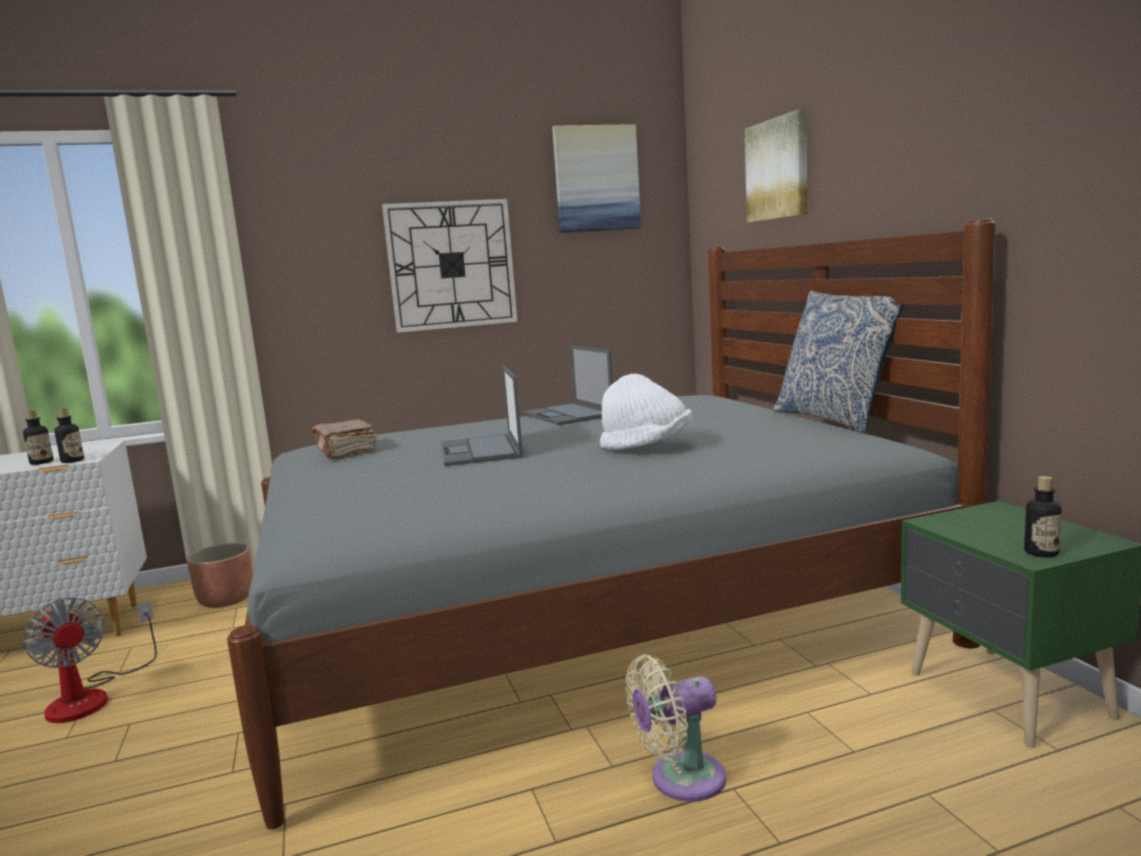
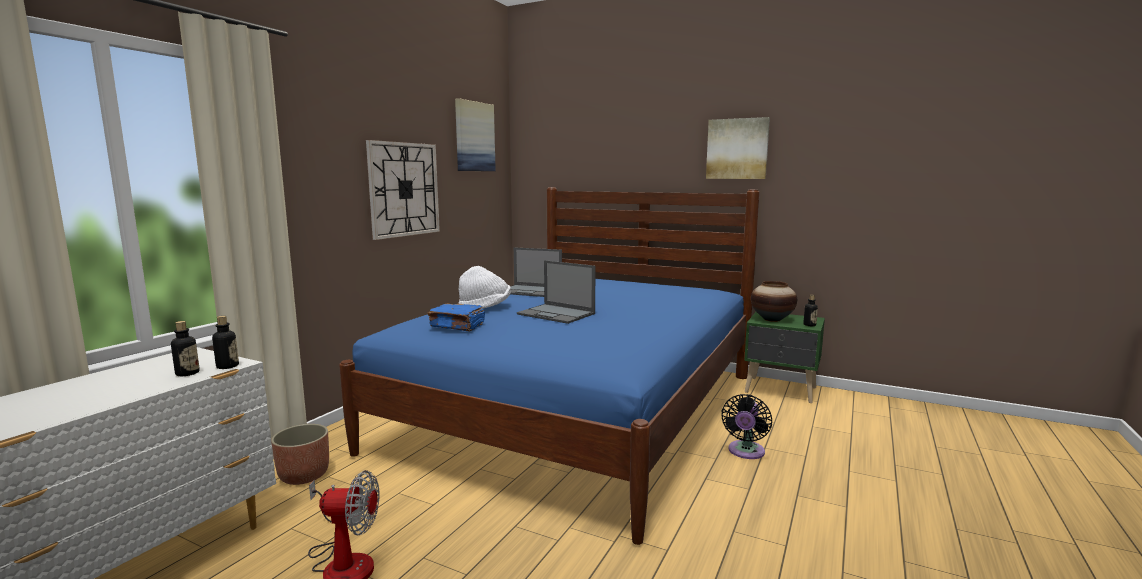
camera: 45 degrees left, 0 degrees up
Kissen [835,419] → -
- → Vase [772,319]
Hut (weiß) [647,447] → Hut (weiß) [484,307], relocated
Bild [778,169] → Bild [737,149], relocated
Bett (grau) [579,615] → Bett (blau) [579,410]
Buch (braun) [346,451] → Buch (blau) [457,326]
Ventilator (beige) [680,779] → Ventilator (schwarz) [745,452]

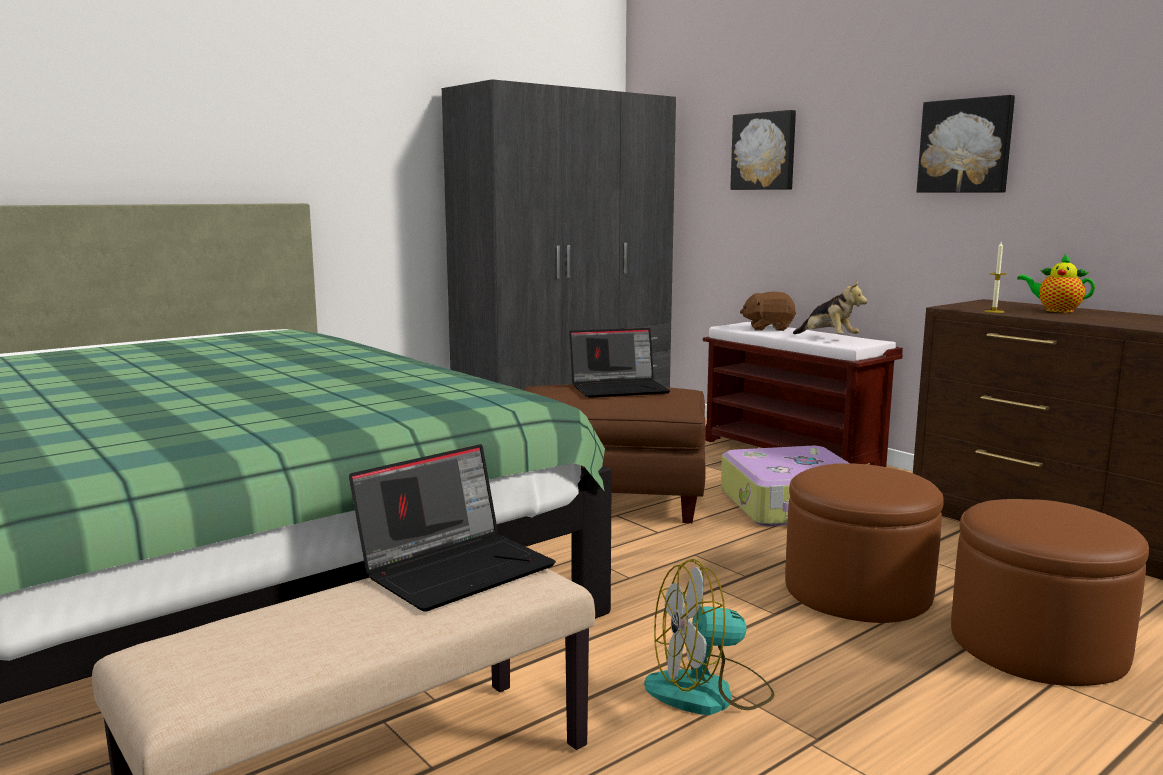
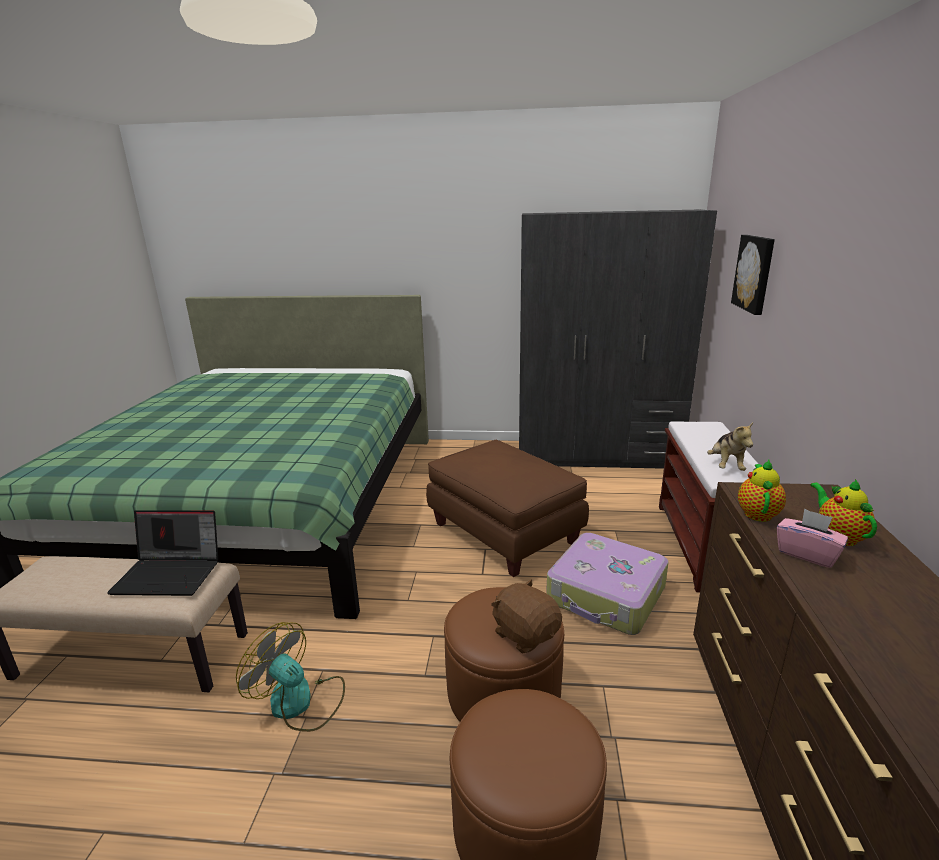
camera: 45 degrees right, 10 degrees up
Laptop [620,389] → -
Bild [966,146] → -
- → Taschentuchbox (rosa) [807,554]
Plüschtier (braun) [768,328] → Plüschtier (braun) [525,633], relocated
Kerze [994,311] → Teekanne [757,513]

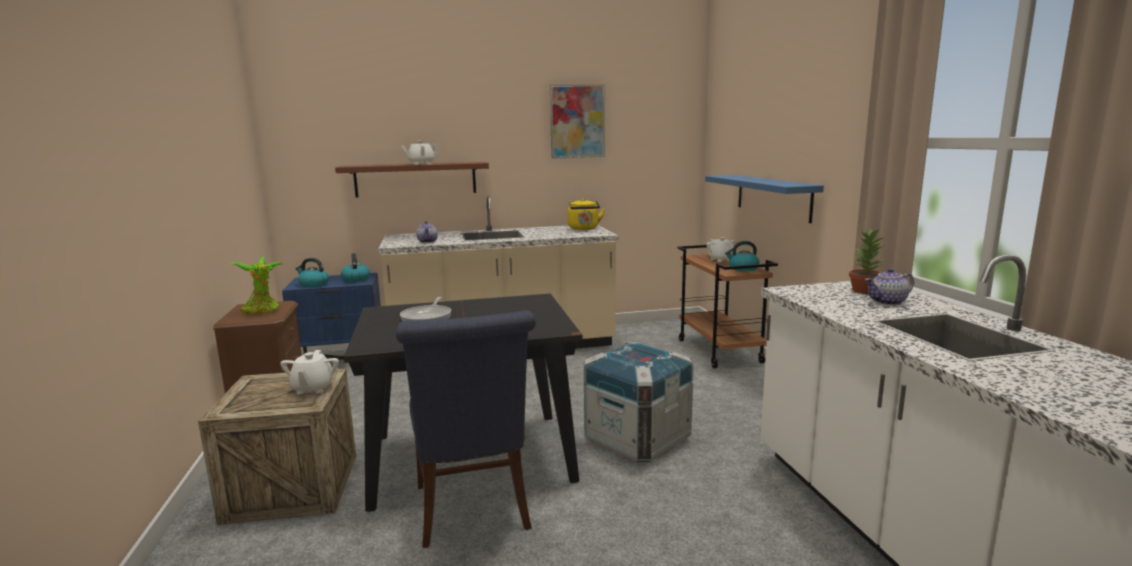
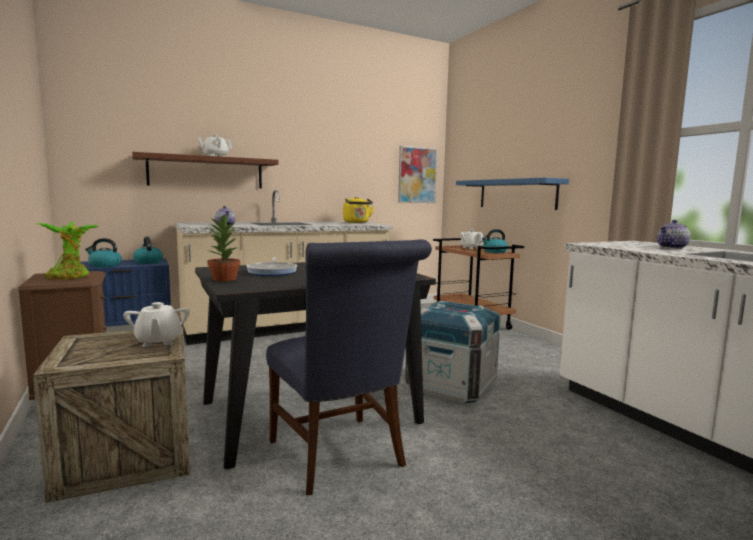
camera: 15 degrees left, 5 degrees down
Bild [577,121] → Bild [417,175], relocated
Topfpflanze [864,291] → Topfpflanze [223,279], relocated

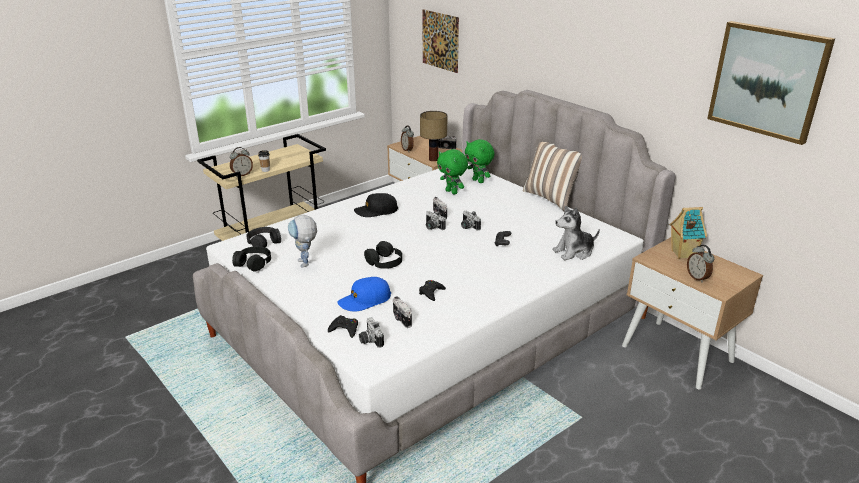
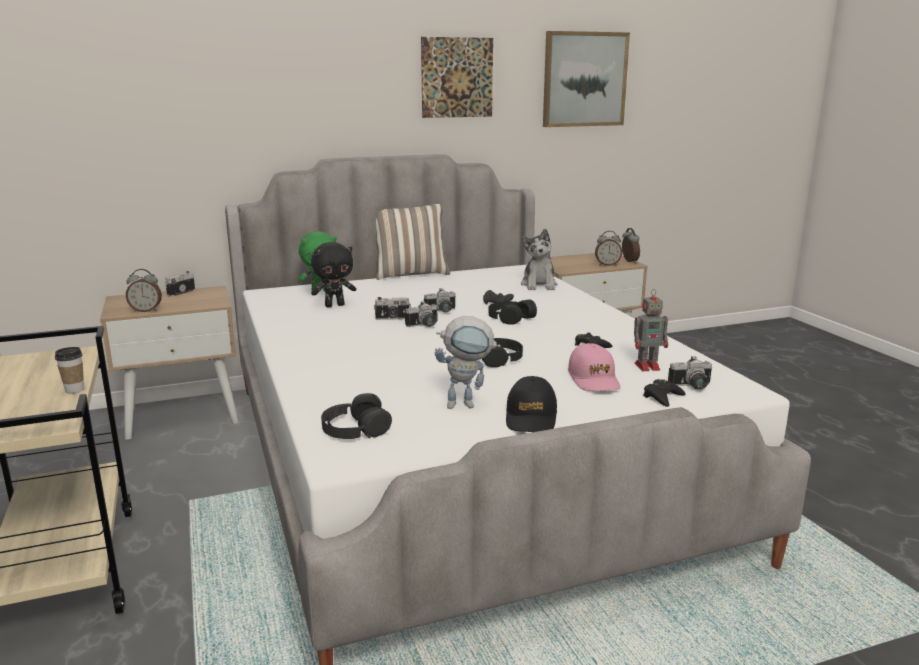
camera: 70 degrees left, 10 degrees down
Tischlampe [433,159] → -
Spielzeughaus [682,254] → -
Wecker [242,174] → Wecker [629,261], relocated
Kopfhörer (schwarz) [253,263] → Kopfhörer (schwarz) [510,318], relocated
Kappe (schwarz) [376,211] → Kappe (schwarz) [531,417], relocated
Bild [440,40] → Bild [457,77], relocated
Kamera [401,319] → Spielzeugroboter [648,366]
Kappe (blau) [365,300] → Kappe (rosa) [594,379]
Plüschtier (grün) [452,192] → Plüschtier (schwarz) [335,305]

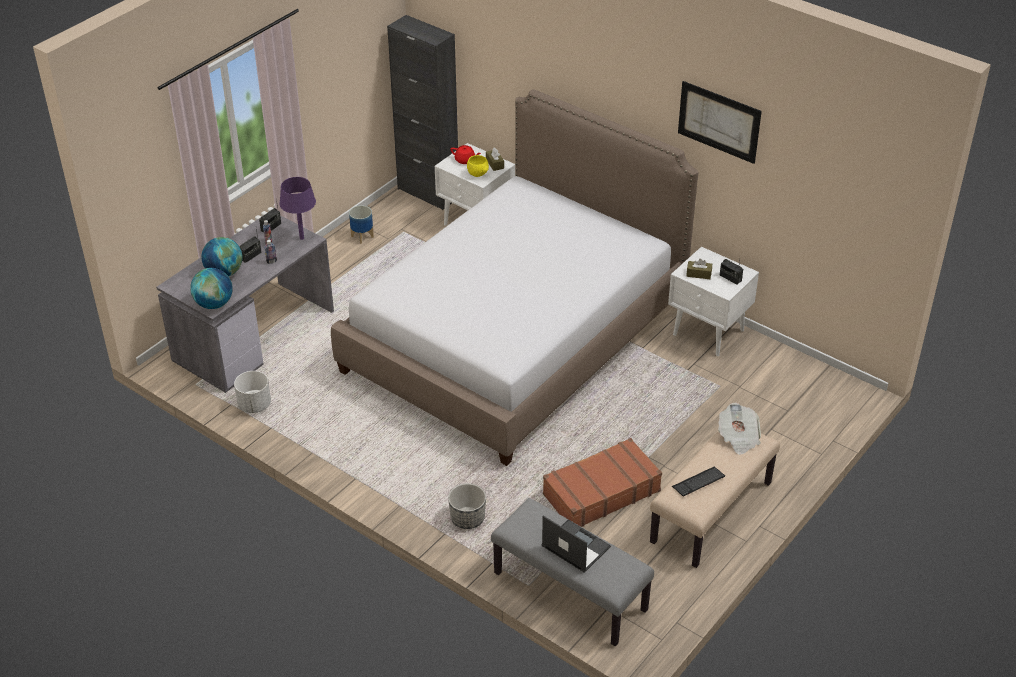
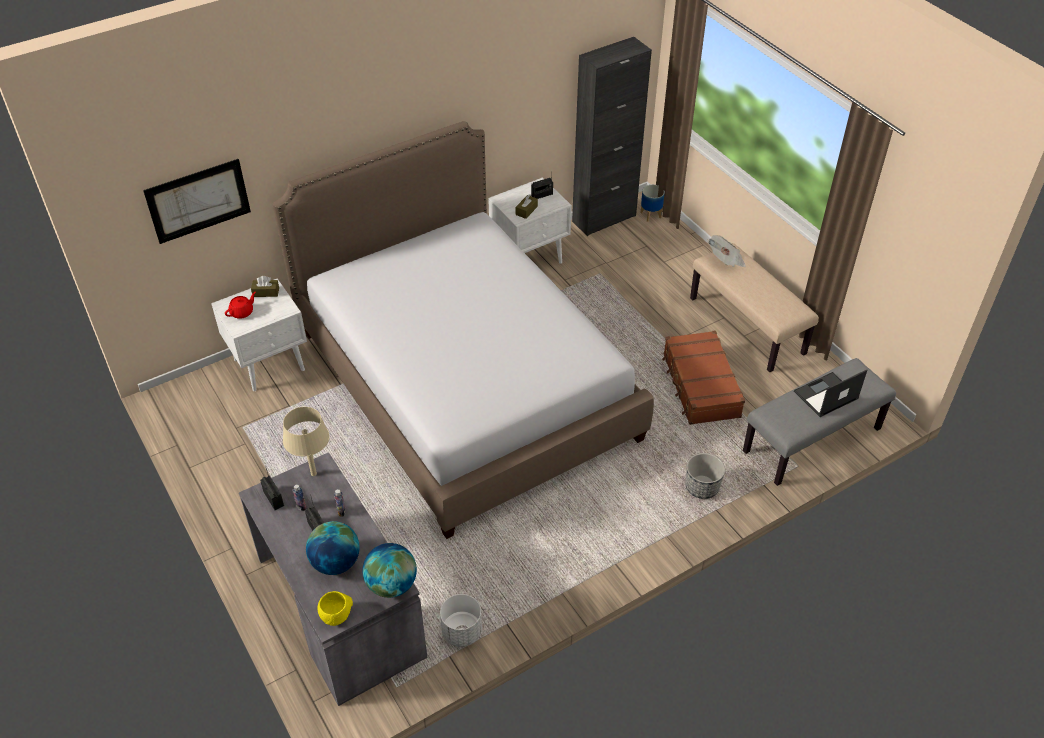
camera: 70 degrees left, 5 degrees up
Tastatur [698,482] → -
Pflanzkübel [362,237] → Pflanzkübel [651,215], relocated
Schrank (schwarz) [428,193] → Schrank (schwarz) [604,218], relocated
Schüssel (gelb) [478,175] → Schüssel (gelb) [336,617], relocated
Bild [719,121] → Bild [198,201], relocated
Tischlampe (lila) [302,238] → Tischlampe (beige) [313,473]

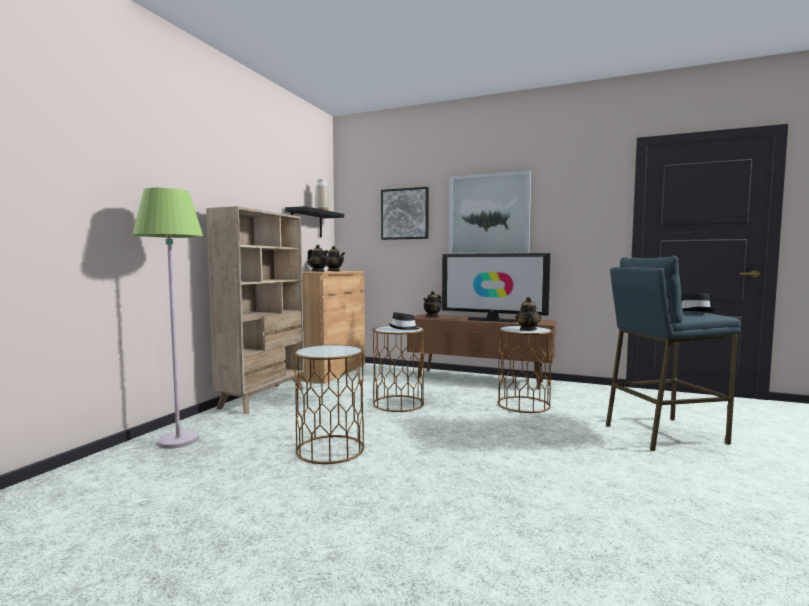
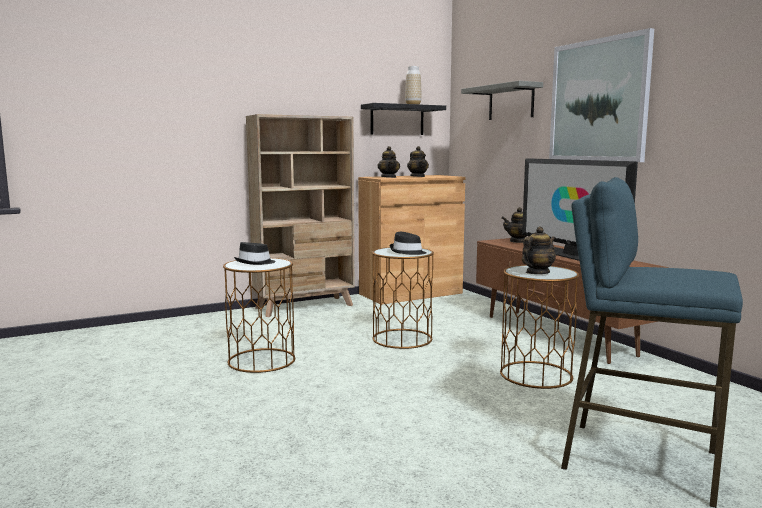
camera: 40 degrees right, 5 degrees up
Stehlampe (grün) [178,440] → -
Hut (schwarz) [693,312] → Hut (schwarz) [255,263], relocated
Bild [405,214] → Wandregal (grau) [511,102]

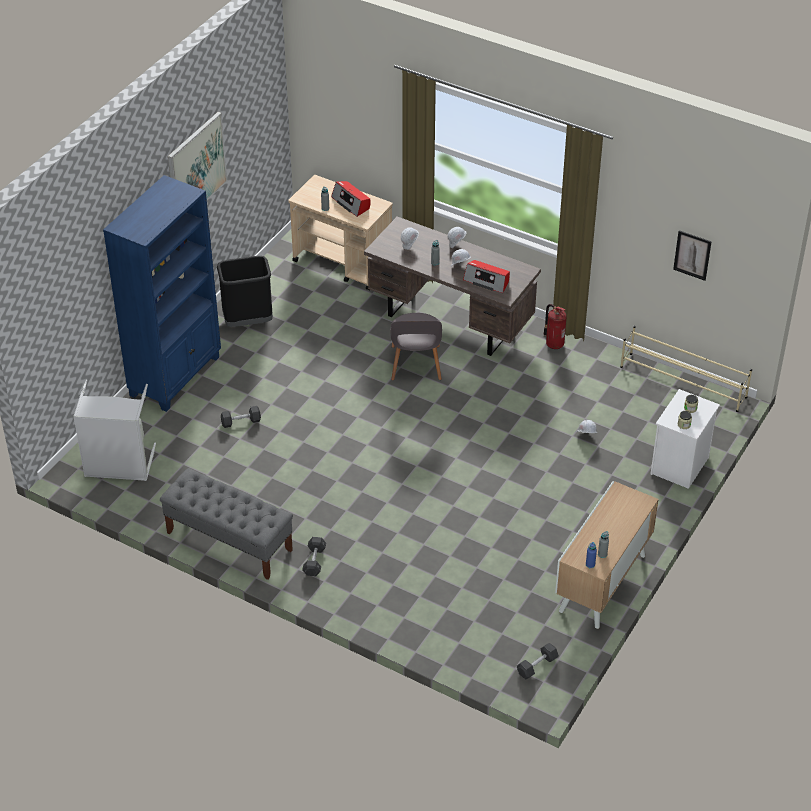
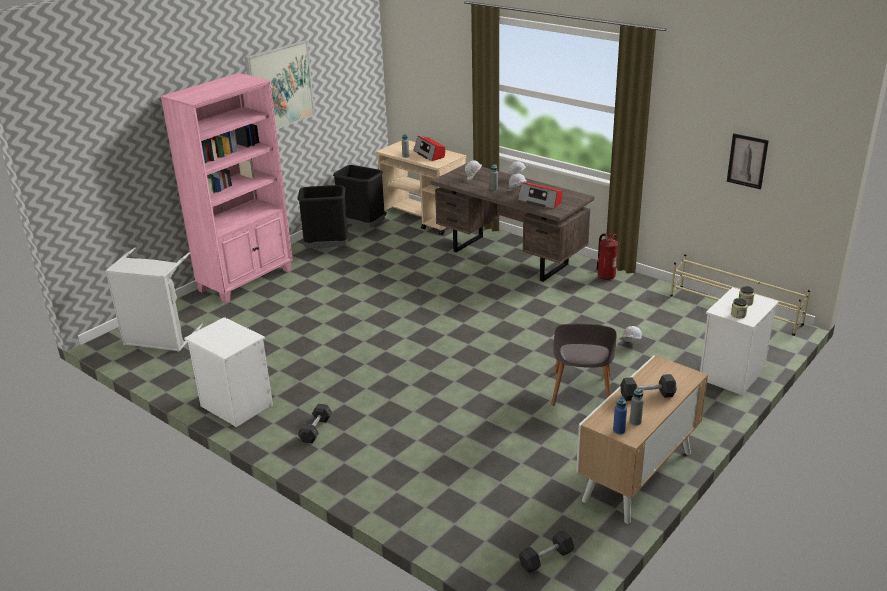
camera: 10 degrees right, 15 degrees down
- → Mülleimer (schwarz) [362,227]
Hantel (grau) [241,422] → Hantel (grau) [647,395], relocated
Stuhl (grau) [415,365] → Stuhl (grau) [581,392], relocated
Bank (grau) [229,541] → Nachttisch (weiß) [234,405]
Bücherregal (blau) [176,376] → Bücherregal (rosa) [247,280]

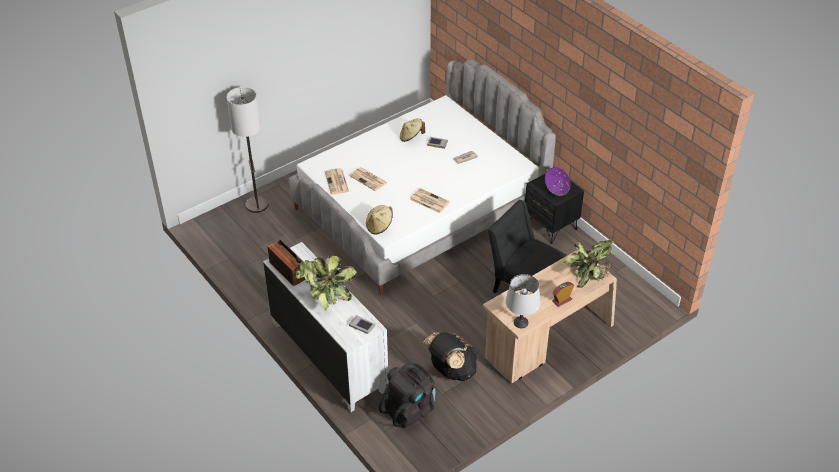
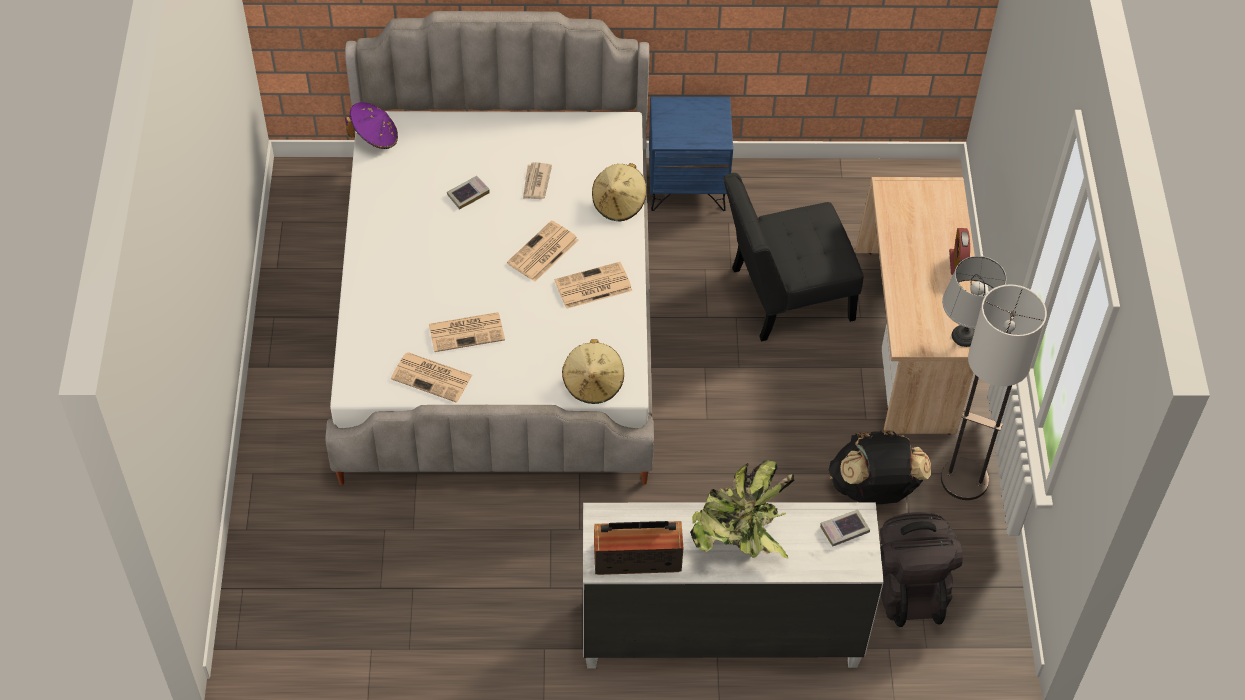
camera: 55 degrees left, 10 degrees up
Topfpflanze [589,273] → -
- → Zeitung [542,252]
Stehlampe [257,205] → Stehlampe [964,480], relocated
Hut (beige) [411,137] → Hut (beige) [619,204], relocated
Hut (lila) [556,188] → Hut (lila) [375,137], relocated
Nachttisch (schwarz) [551,225] → Nachttisch (blau) [687,186]

